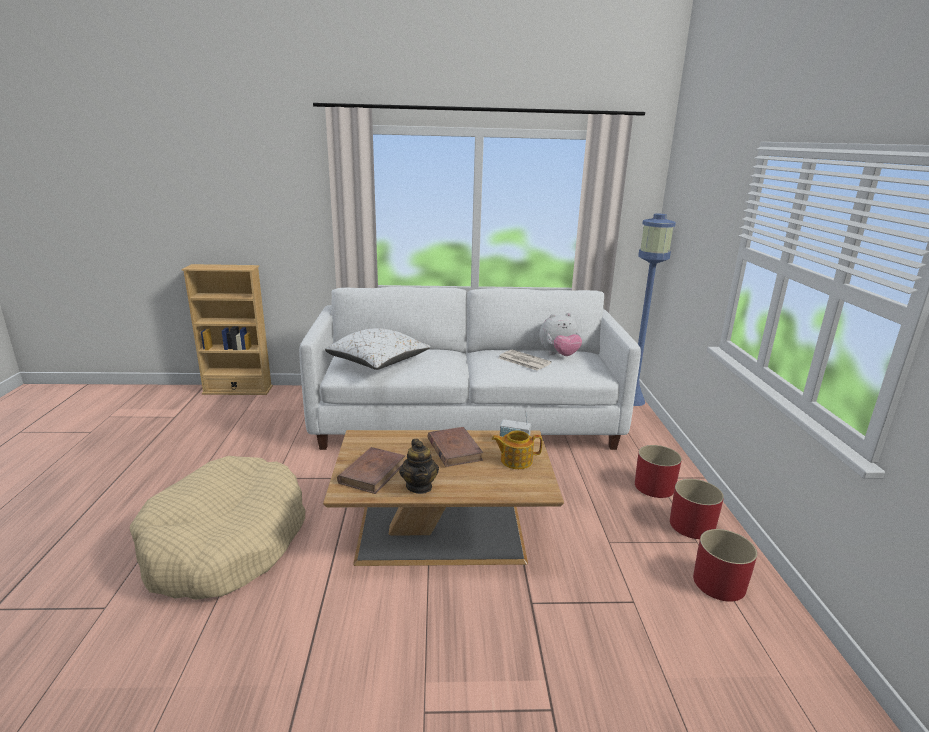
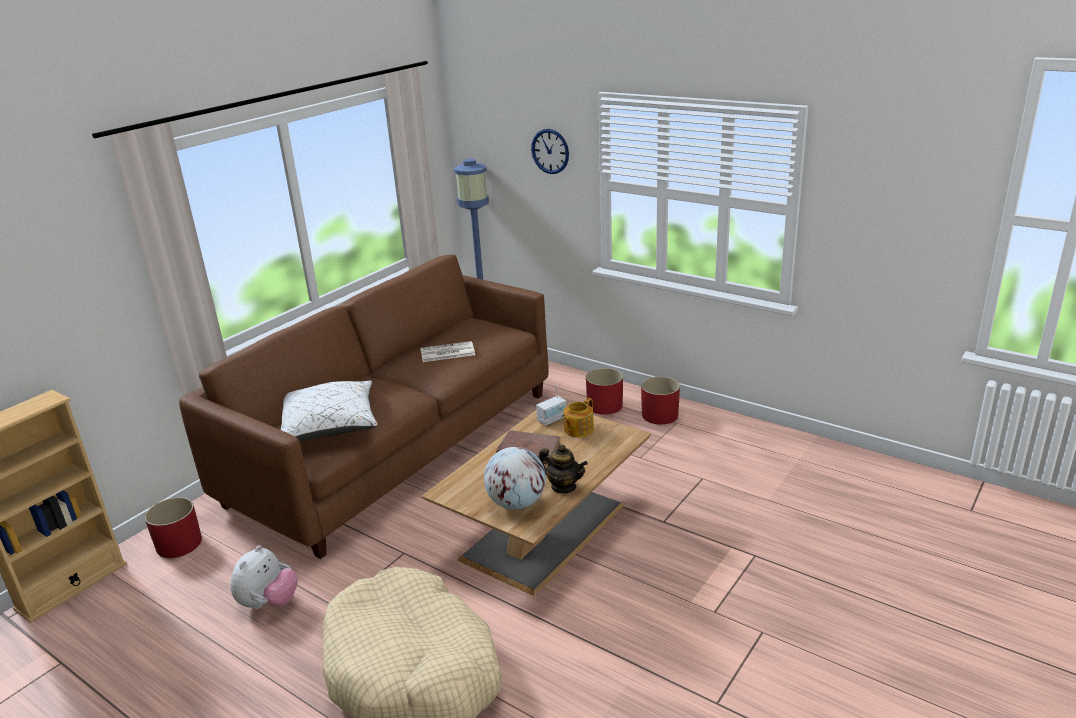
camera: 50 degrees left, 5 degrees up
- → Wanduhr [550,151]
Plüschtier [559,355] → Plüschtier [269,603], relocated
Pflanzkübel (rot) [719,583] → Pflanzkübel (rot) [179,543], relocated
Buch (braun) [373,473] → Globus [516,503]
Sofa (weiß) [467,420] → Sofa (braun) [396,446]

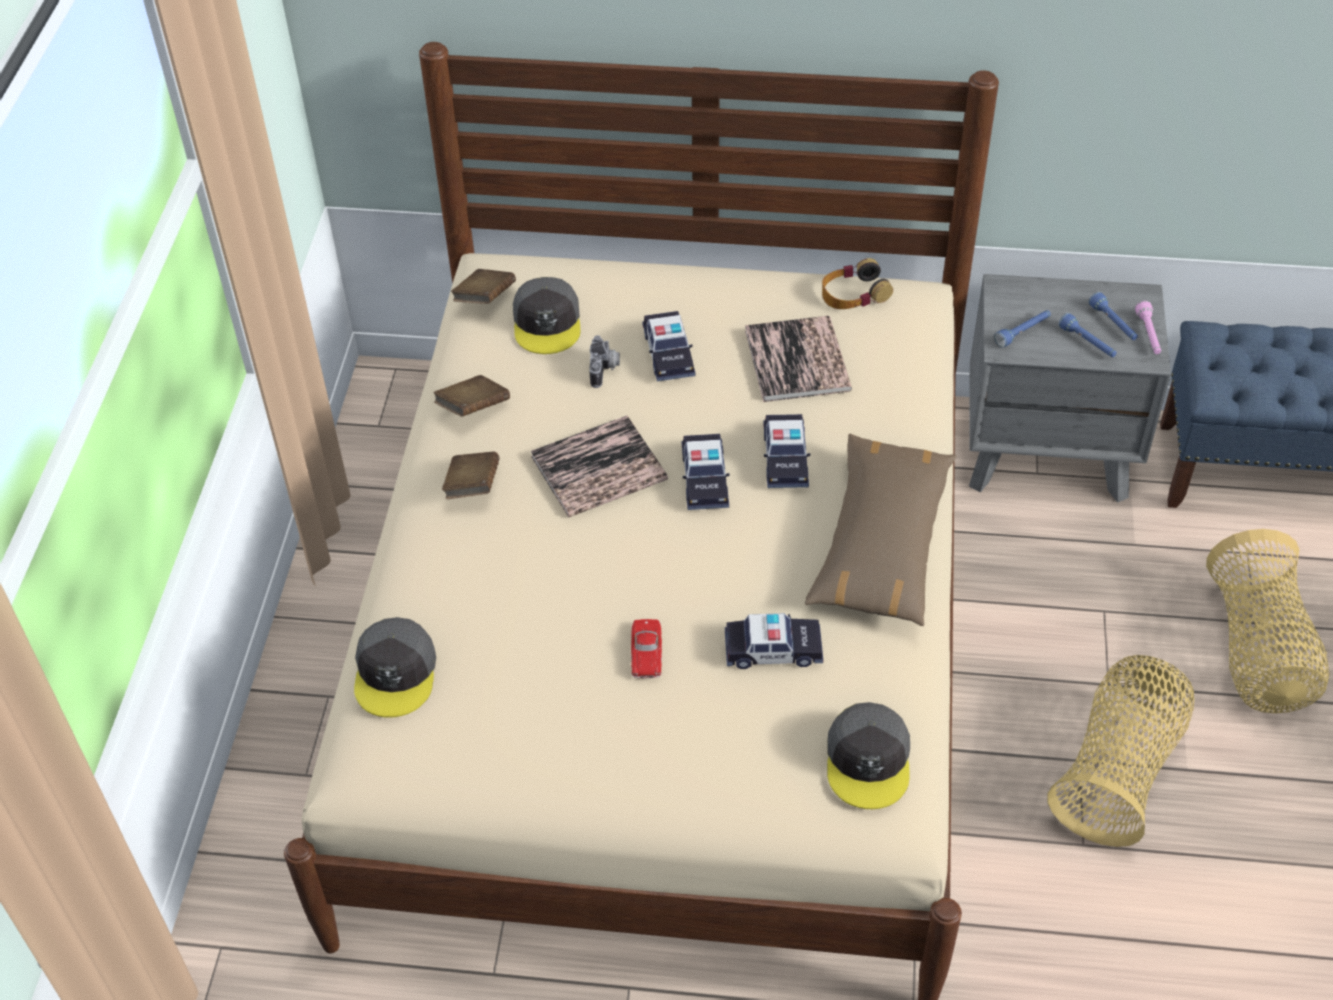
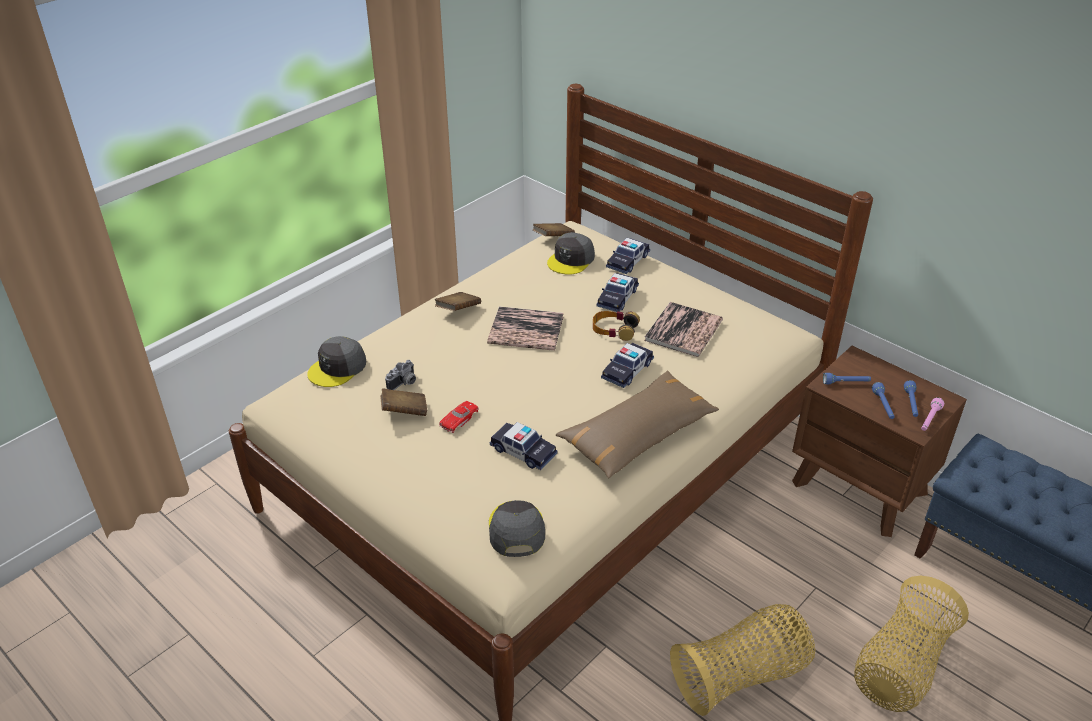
camera: 35 degrees right, 10 degrees down
Buch (braun) [473,408] → Buch (braun) [404,411], relocated
Kamera [605,370] → Kamera [404,384], relocated
Spielzeugauto [705,479] → Spielzeugauto [628,261], relocated
Kopfhörer [854,294] → Kopfhörer [614,329], relocated
Nachttisch (grau) [1048,452] → Nachttisch (braun) [860,488]
Kappe (grau) [868,761] → Kappe (grau) [516,530], 135 degrees clockwise

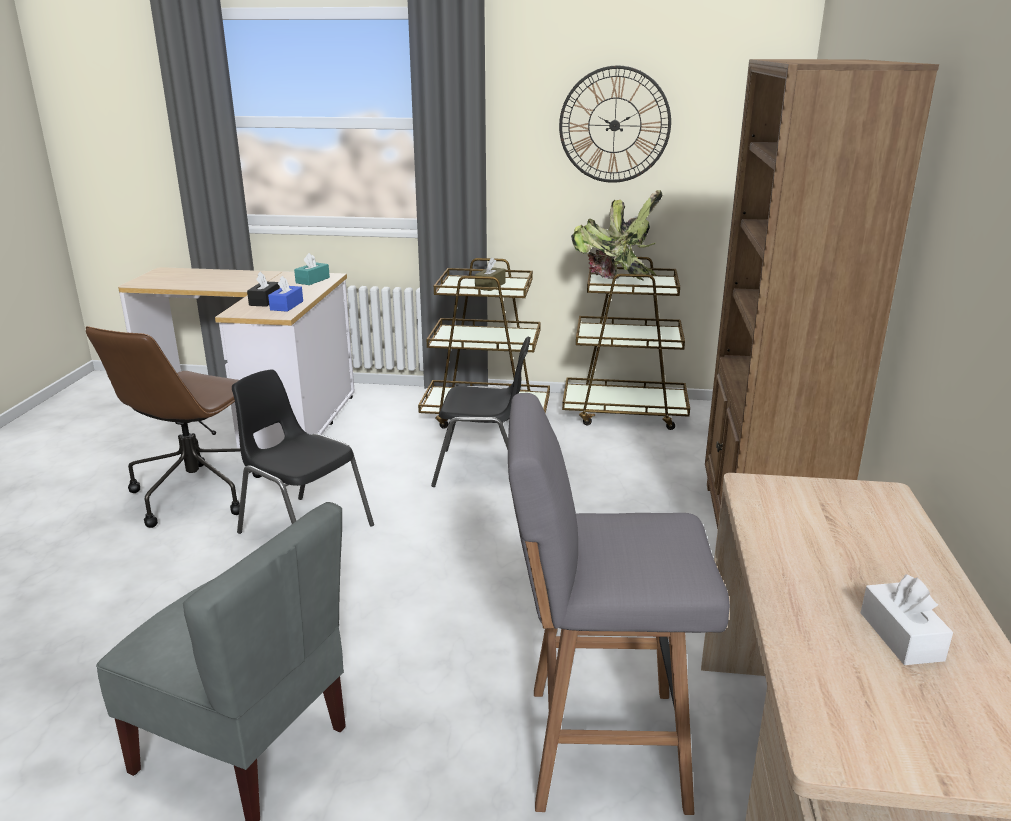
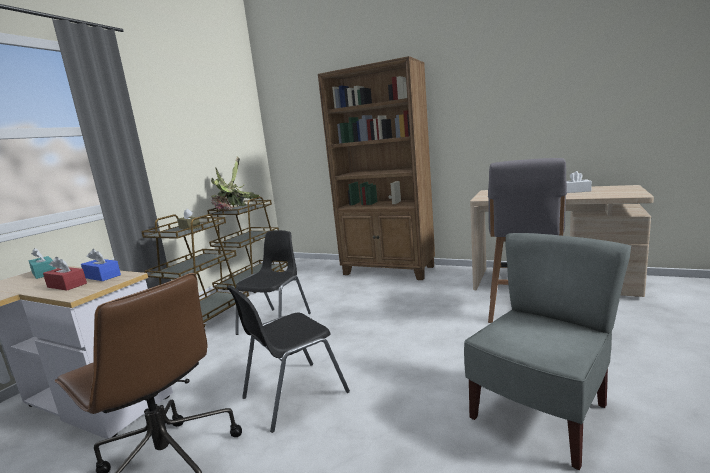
camera: 70 degrees left, 10 degrees down
Wanduhr [614,125] → -
Taschentuchbox (schwarz) [265,301] → Taschentuchbox (rot) [67,285]

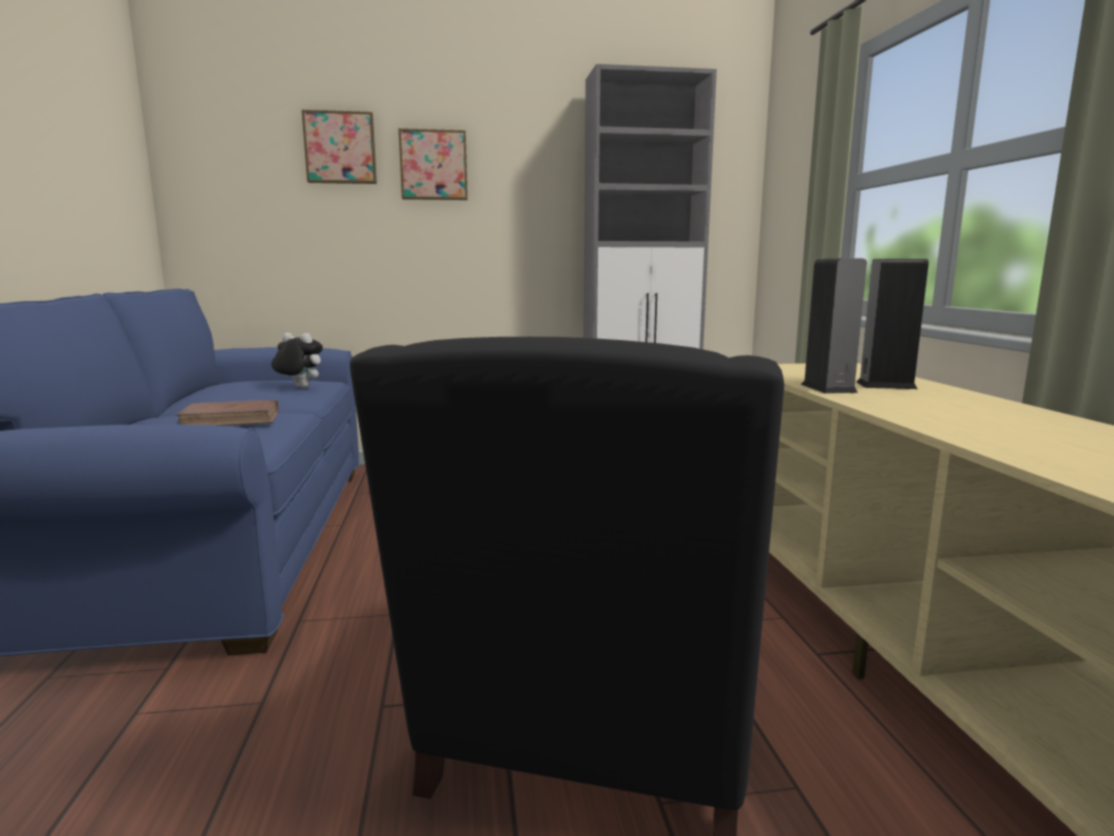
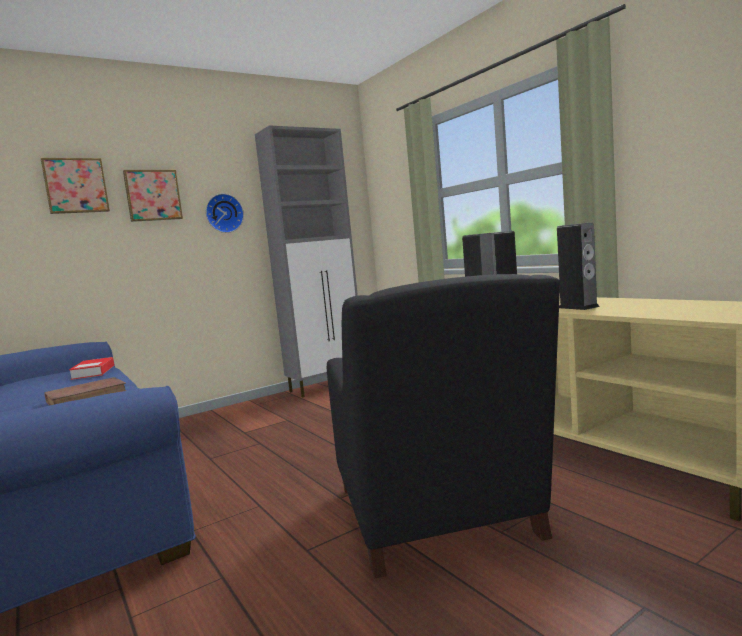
camera: 25 degrees left, 5 degrees down
- → Wanduhr [224,213]
- → Lautsprecher [578,307]
Plüschtier [299,387] → Buch [93,372]

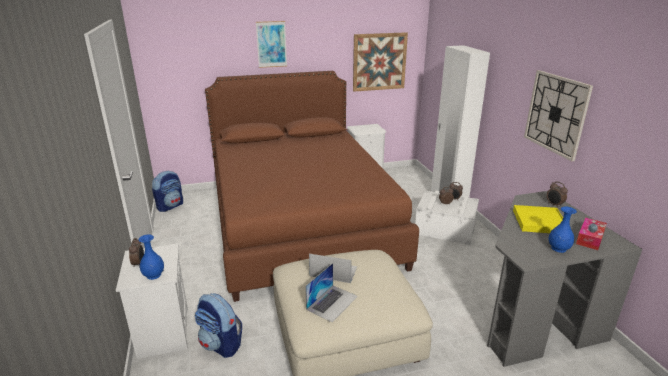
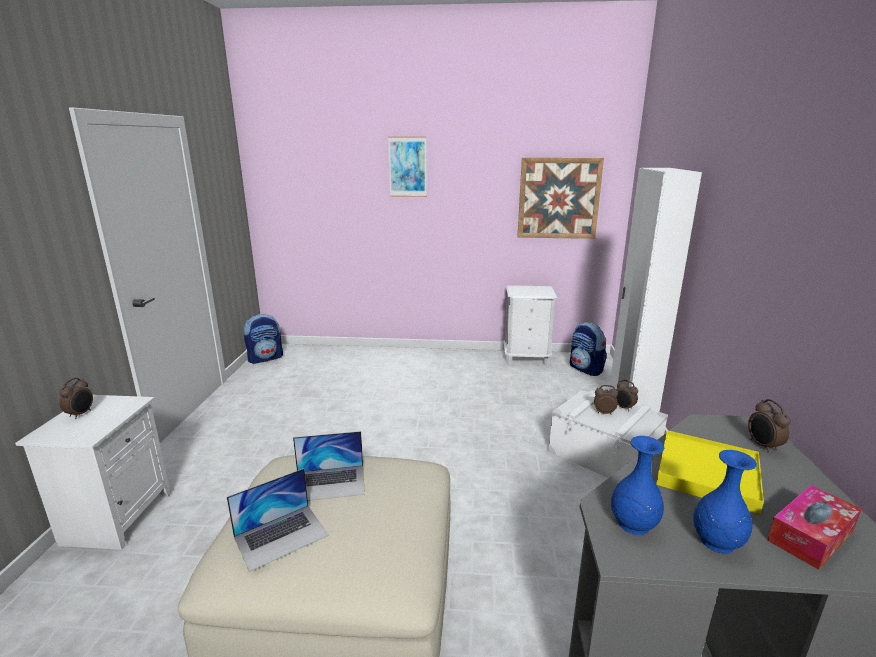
camera: 20 degrees right, 5 degrees down
Bett (braun) [300,223] → -
Wanduhr [556,114] → -
Vase (blau) [153,275] → Vase (blau) [633,524], relocated
Rucksack [221,344] → Rucksack [586,369], relocated
Laptop [333,271] → Laptop [330,483], 135 degrees clockwise

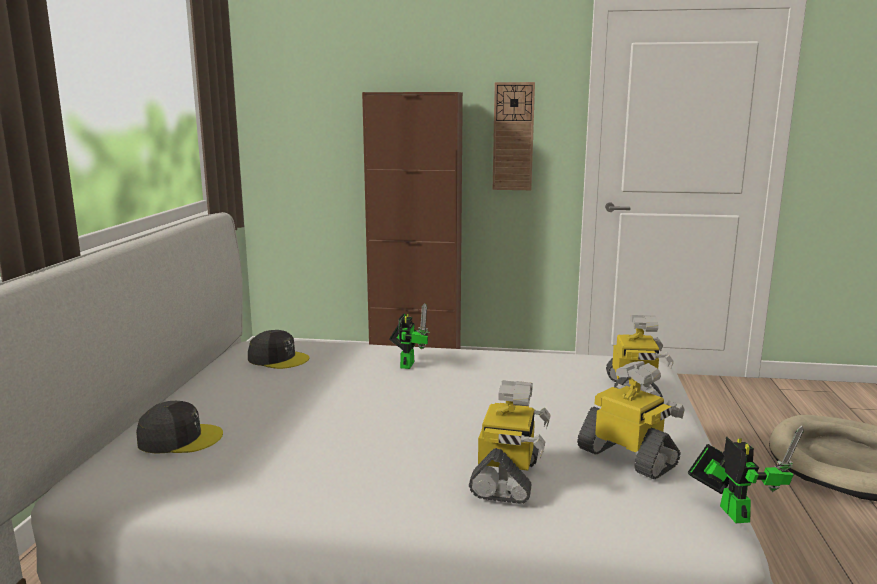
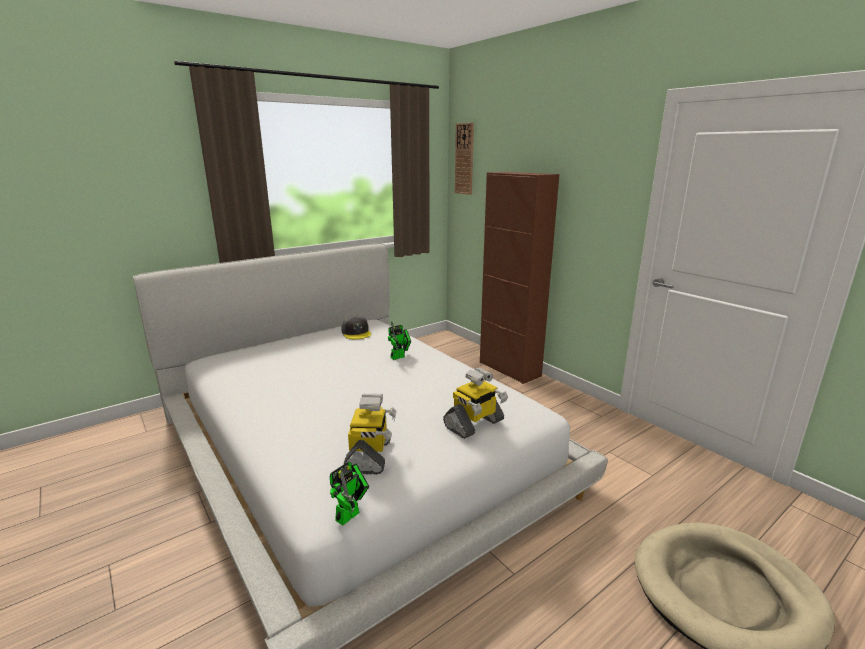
camera: 45 degrees right, 5 degrees up
Kappe (grau) [179,438] → -
Spielzeugroboter [507,478] → -
Wanduhr [513,137] → Wanduhr [464,159], relocated

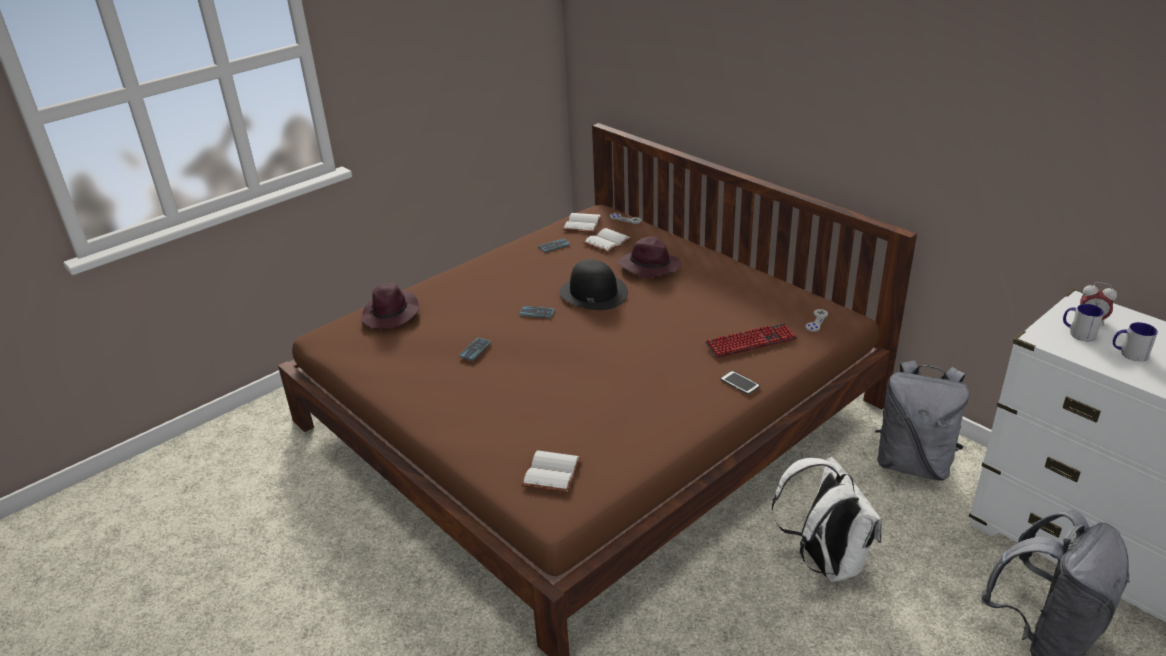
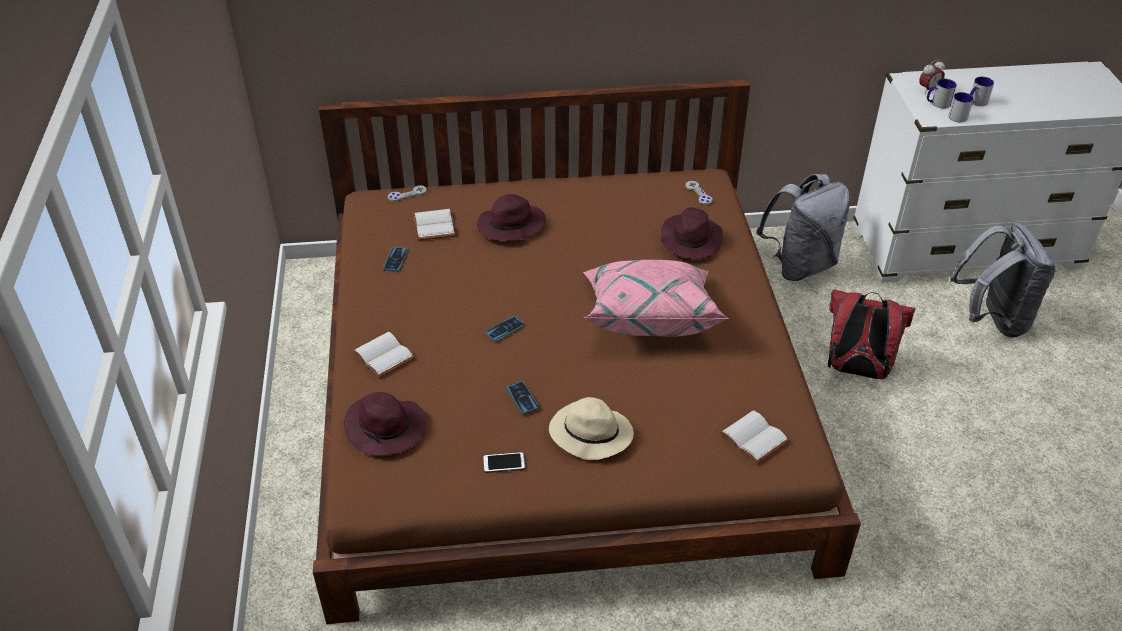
camera: 55 degrees left, 10 degrees up
Hut (schwarz) [593,293] → -
- → Hut (beige) [589,434]
- → Kissen (rosa) [649,315]
- → Henkelbecher [958,115]
Buch (weiß) [581,224] → Buch (weiß) [381,356], relocated
Handy [740,383] → Handy [504,463], relocated
Tastatur [751,342] → Hut (lila) [690,239]
Rucksack (weiß) [825,561] → Rucksack (rot) [855,370]

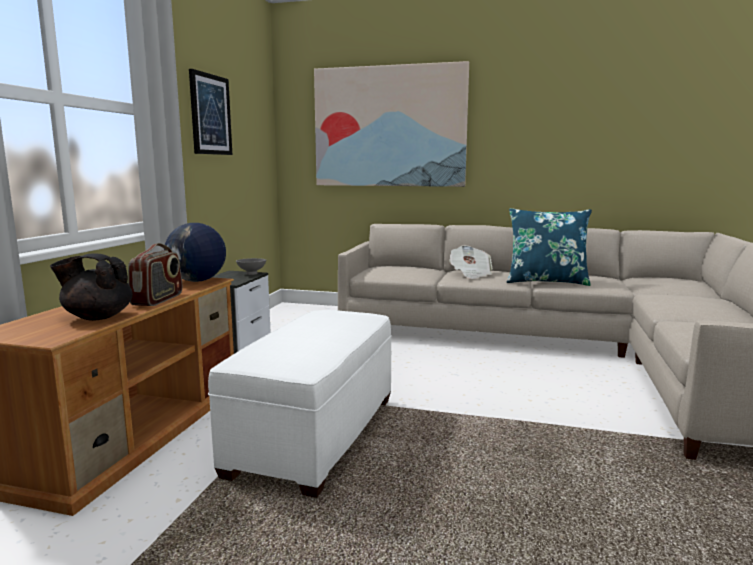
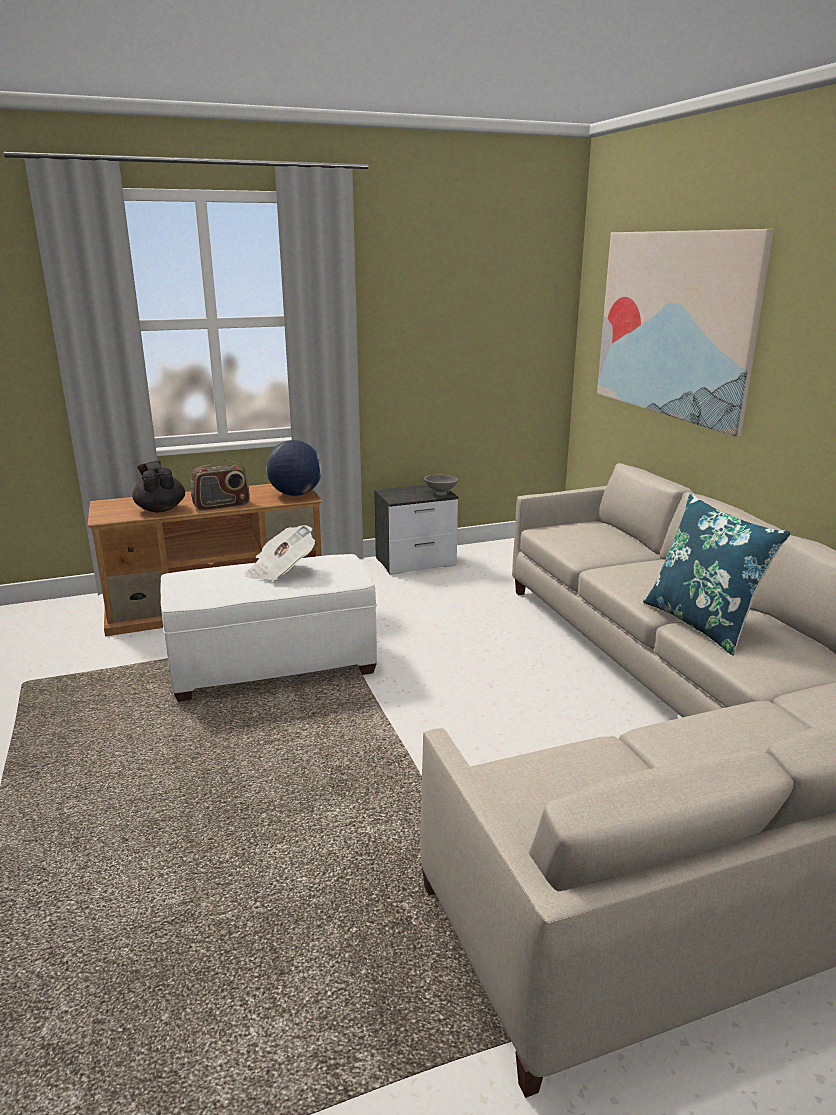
camera: 55 degrees right, 10 degrees up
Bild [210,114] → -
Zeitung [470,274] → Zeitung [281,571], relocated

